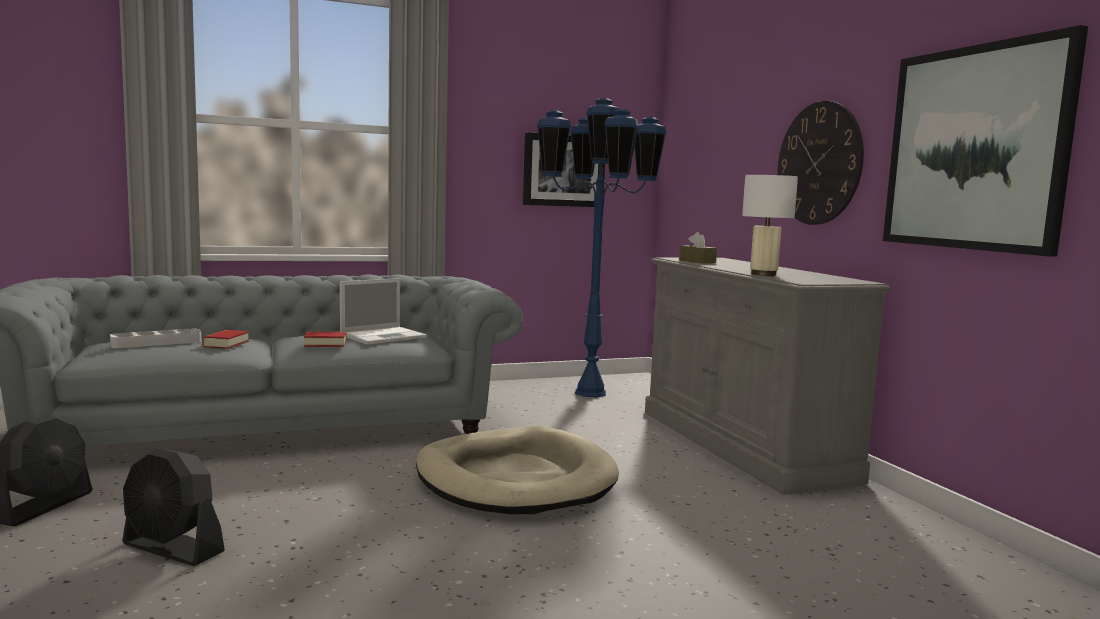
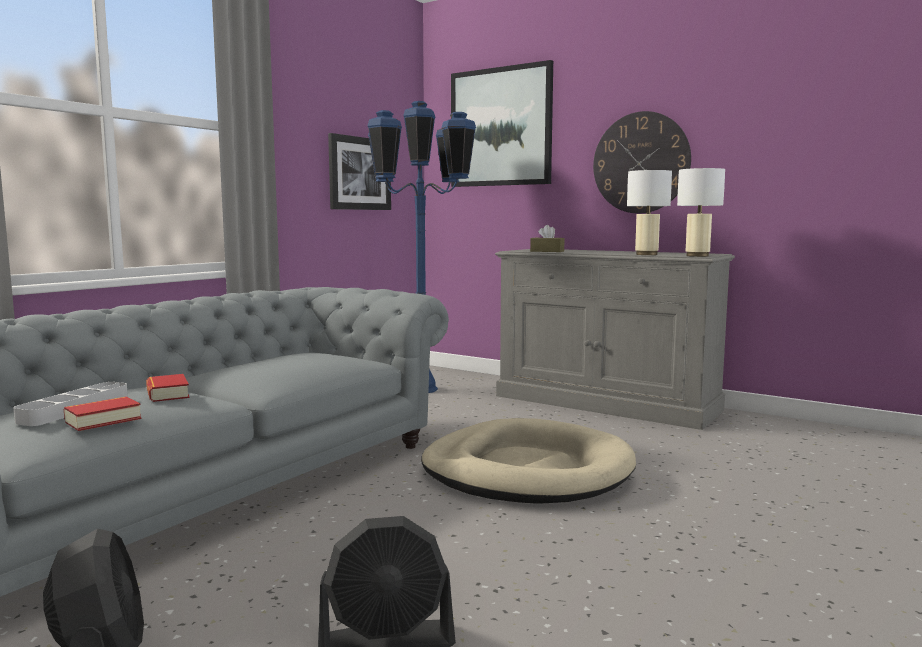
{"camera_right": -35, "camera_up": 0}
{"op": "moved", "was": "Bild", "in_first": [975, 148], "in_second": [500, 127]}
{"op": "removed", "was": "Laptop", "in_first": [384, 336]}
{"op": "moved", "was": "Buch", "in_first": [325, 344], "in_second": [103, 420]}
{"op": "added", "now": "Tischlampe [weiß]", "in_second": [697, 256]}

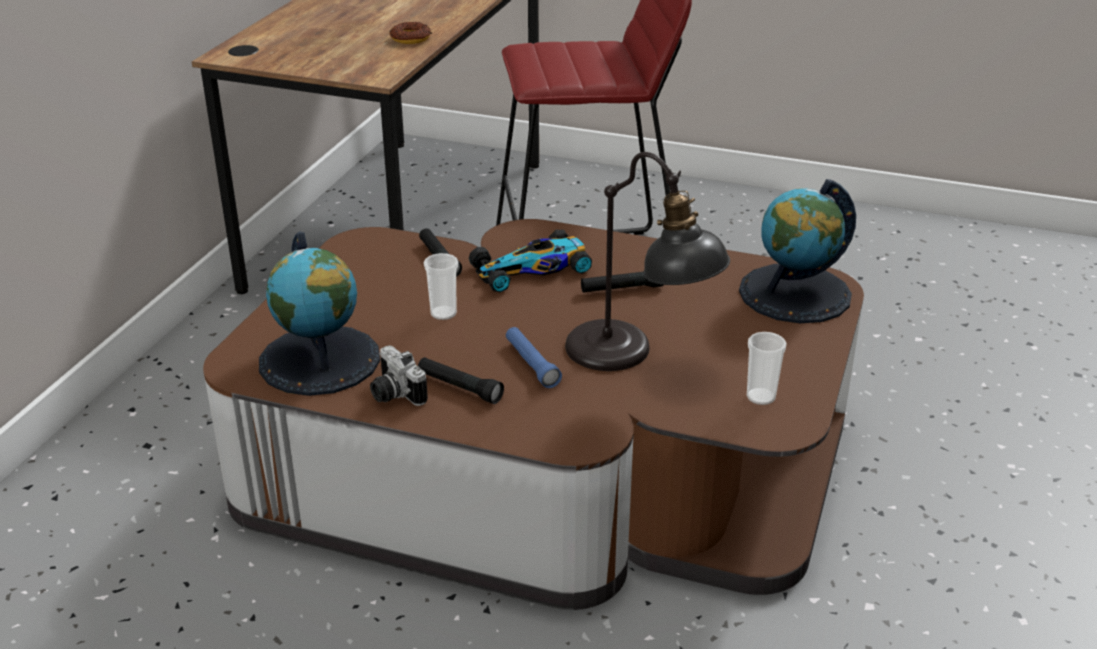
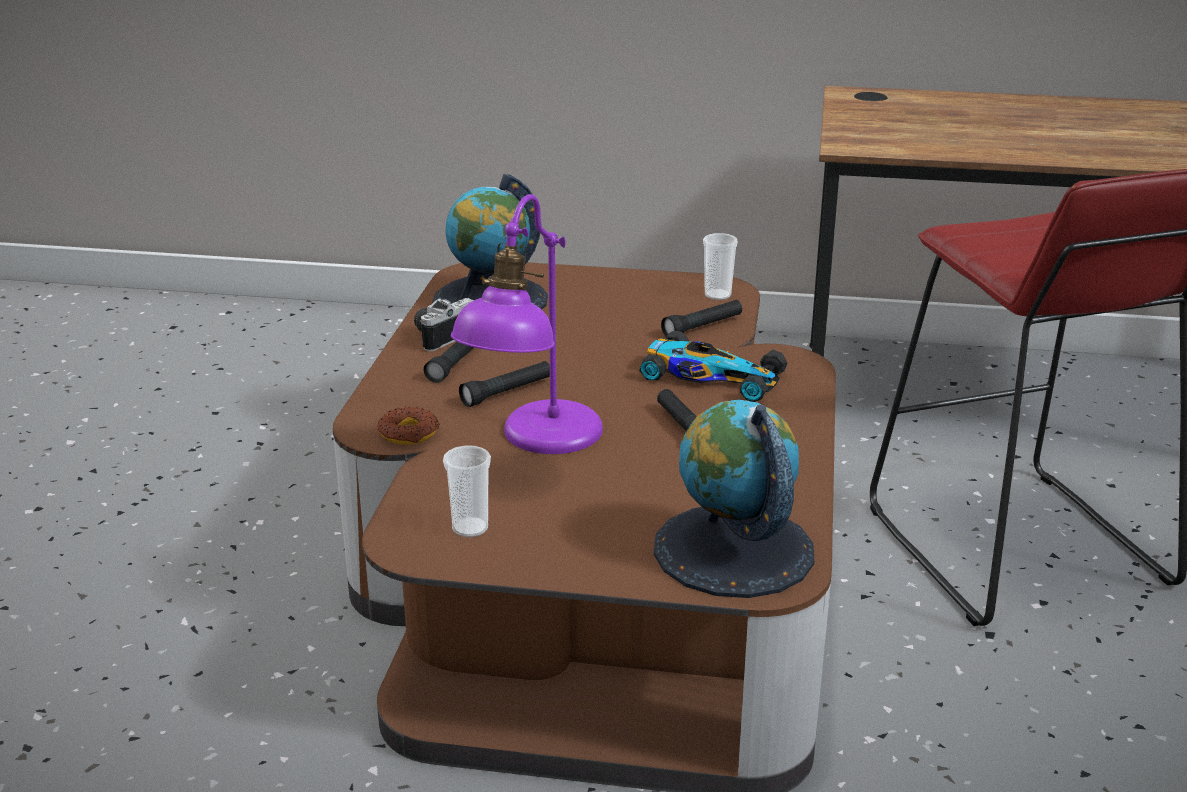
{"camera_right": 80, "camera_up": -5}
{"op": "moved", "was": "Donut", "in_first": [410, 38], "in_second": [409, 433]}
{"op": "recoloured", "was": "Tischlampe [grau]", "now": "Tischlampe [lila]", "in_first": [640, 358], "in_second": [534, 450]}
{"op": "turned", "was": "Spielzeugauto", "in_first": [533, 268], "in_second": [709, 376], "clockwise": 150}
{"op": "moved", "was": "Tasse", "in_first": [443, 313], "in_second": [717, 295]}
{"op": "recoloured", "was": "Taschenlampe [blau]", "now": "Taschenlampe [schwarz]", "in_first": [531, 364], "in_second": [507, 392]}

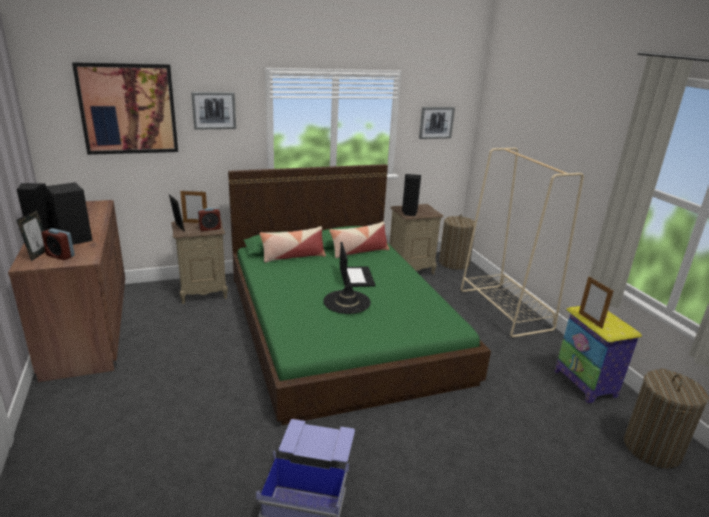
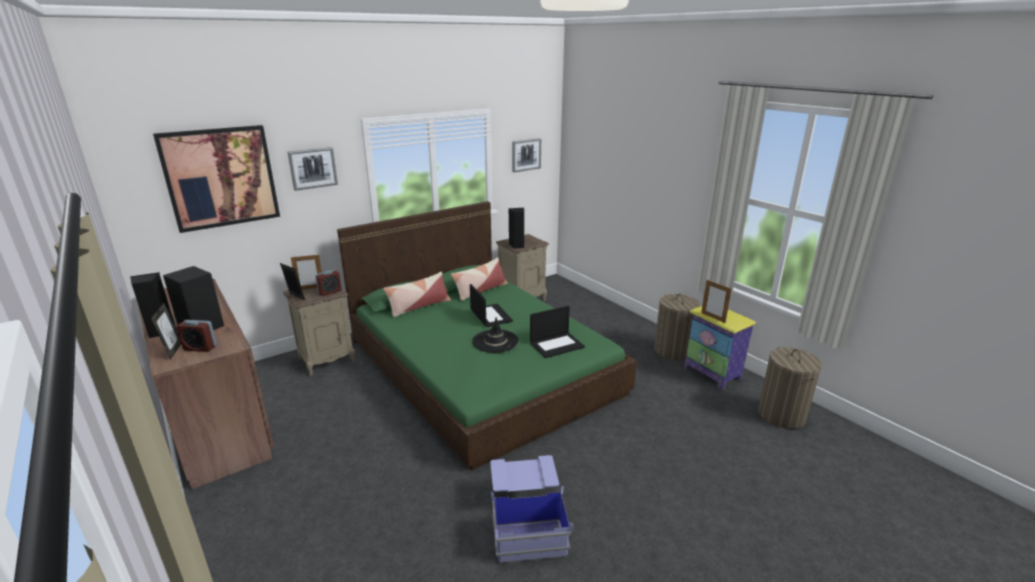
{"camera_right": -15, "camera_up": 0}
{"op": "removed", "was": "Kleiderständer [beige]", "in_first": [505, 310]}
{"op": "moved", "was": "Wäschekorb", "in_first": [454, 263], "in_second": [672, 350]}
{"op": "added", "now": "Laptop", "in_second": [557, 345]}

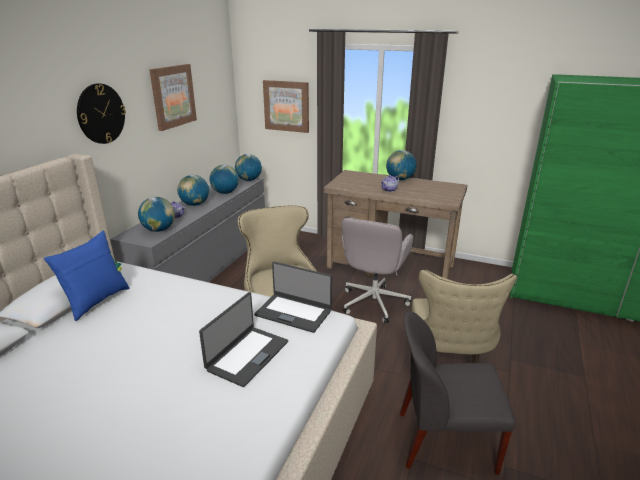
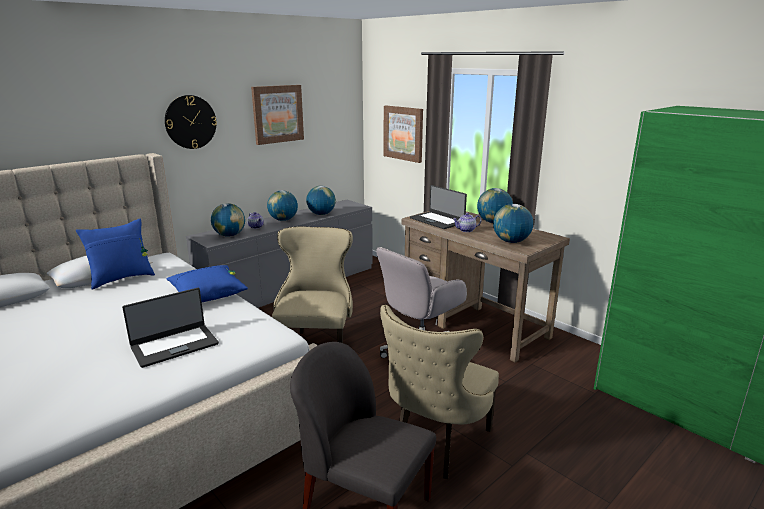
{"camera_right": 25, "camera_up": -5}
{"op": "moved", "was": "Globus", "in_first": [249, 180], "in_second": [511, 241]}
{"op": "moved", "was": "Laptop", "in_first": [293, 312], "in_second": [437, 220]}
{"op": "added", "now": "Kissen [blau]", "in_second": [208, 295]}

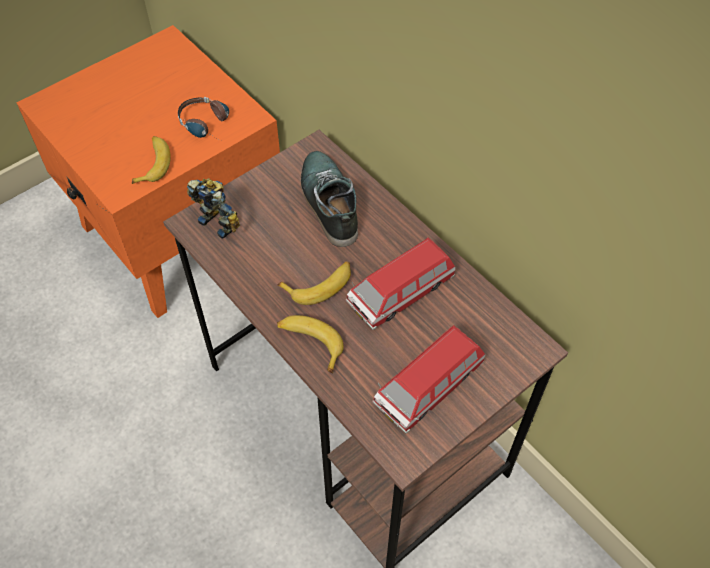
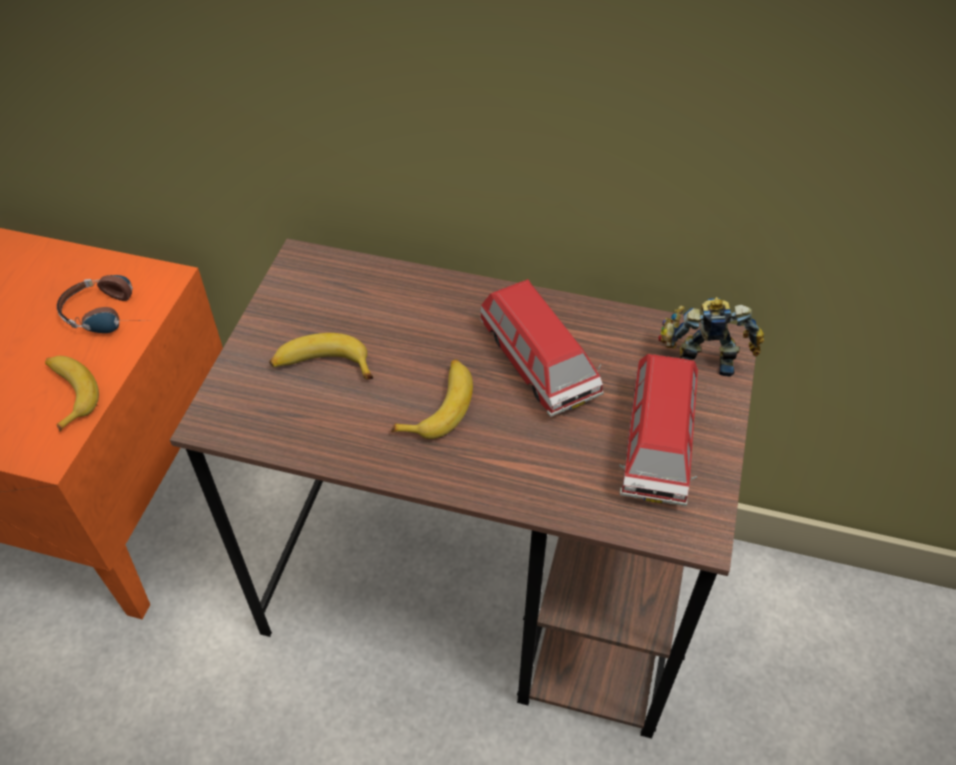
{"camera_right": -35, "camera_up": -5}
{"op": "removed", "was": "Schuh", "in_first": [328, 203]}
{"op": "moved", "was": "Spielzeugroboter", "in_first": [220, 221], "in_second": [703, 358]}
{"op": "turned", "was": "Spielzeugauto", "in_first": [400, 293], "in_second": [538, 364], "clockwise": -45}
{"op": "moved", "was": "Banane", "in_first": [310, 343], "in_second": [322, 366]}

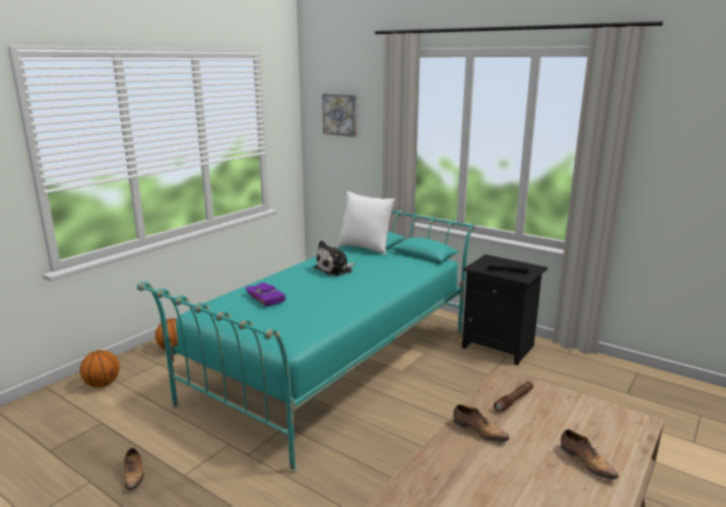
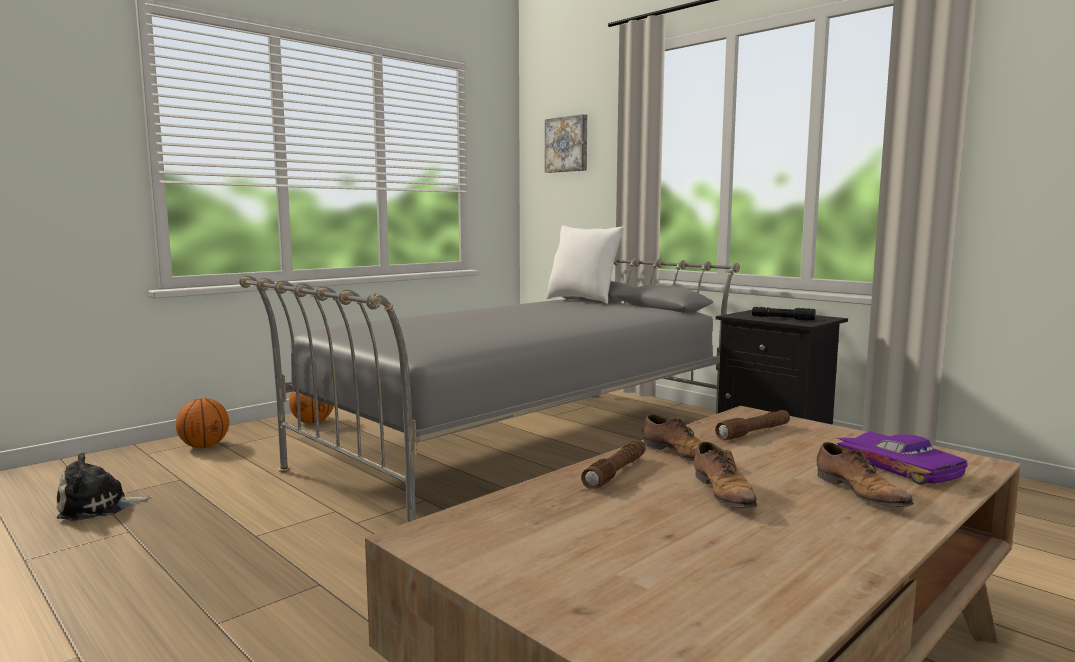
{"camera_right": 10, "camera_up": -10}
{"op": "recoloured", "was": "Bett [türkis]", "now": "Bett [grau]", "in_first": [334, 365], "in_second": [520, 447]}
{"op": "moved", "was": "Plüschtier", "in_first": [335, 270], "in_second": [98, 507]}
{"op": "moved", "was": "Spielzeugauto [lila]", "in_first": [266, 298], "in_second": [900, 467]}
{"op": "moved", "was": "Schuh", "in_first": [134, 475], "in_second": [724, 493]}
{"op": "added", "now": "Taschenlampe [braun]", "in_second": [616, 472]}

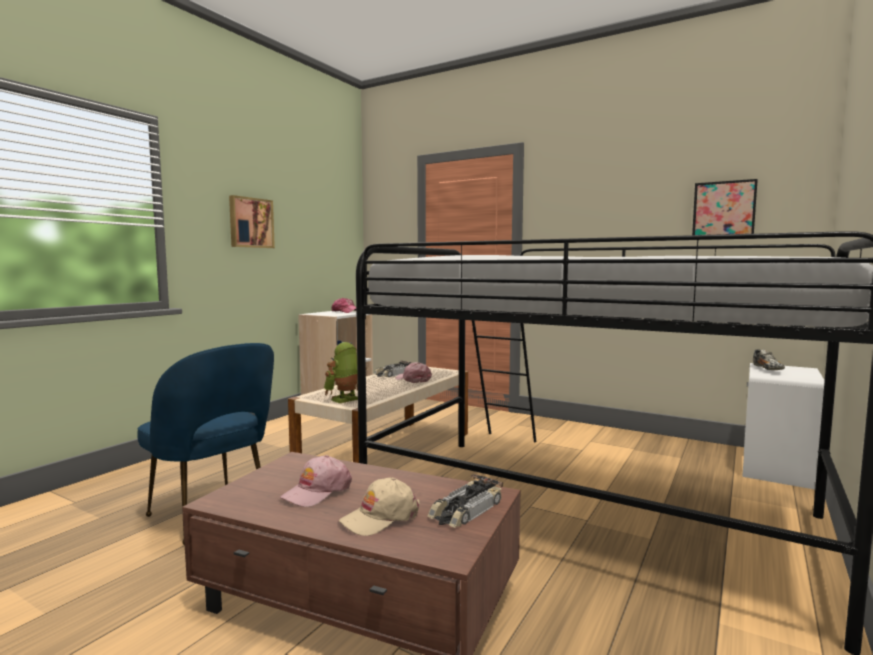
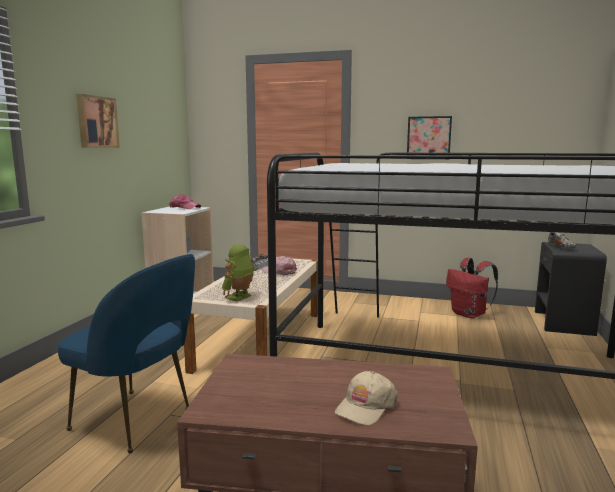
{"camera_right": -15, "camera_up": 5}
{"op": "moved", "was": "Bild", "in_first": [723, 209], "in_second": [428, 138]}
{"op": "recoloured", "was": "Nachttisch [weiß]", "now": "Nachttisch [schwarz]", "in_first": [776, 469], "in_second": [563, 323]}
{"op": "removed", "was": "Kappe [rosa]", "in_first": [317, 491]}
{"op": "removed", "was": "Spielzeugauto", "in_first": [465, 510]}
{"op": "added", "now": "Rucksack [rot]", "in_second": [469, 314]}

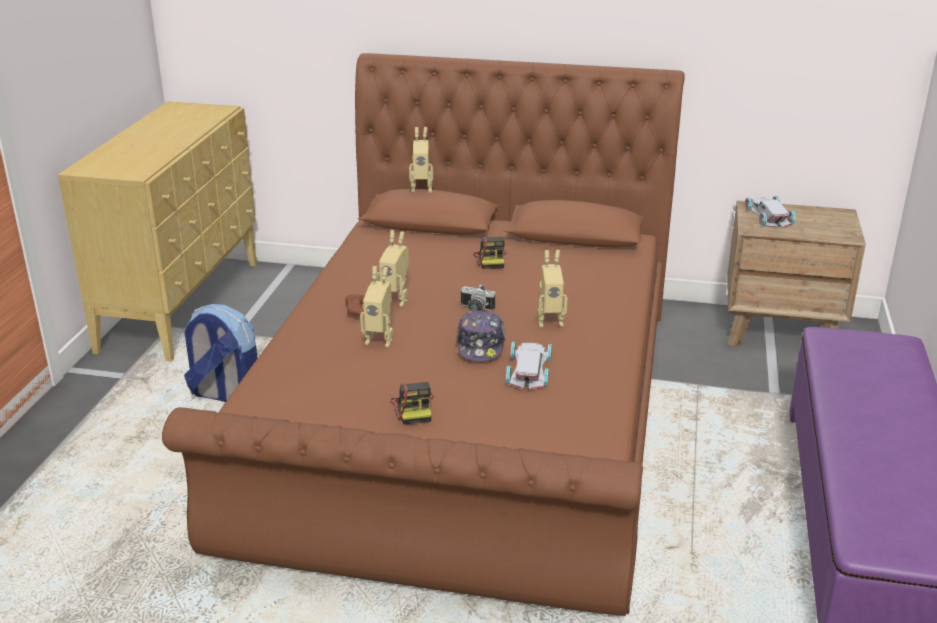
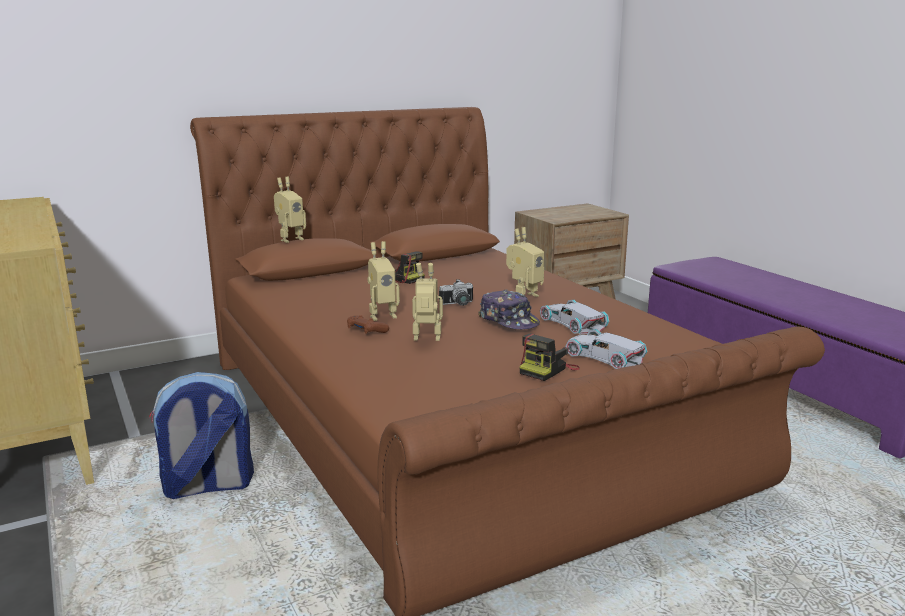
{"camera_right": -40, "camera_up": -10}
{"op": "moved", "was": "Spielzeugauto [weiß]", "in_first": [769, 216], "in_second": [604, 356]}
{"op": "turned", "was": "Spielzeugroboter", "in_first": [380, 339], "in_second": [426, 339], "clockwise": -150}
{"op": "turned", "was": "Kamera", "in_first": [414, 409], "in_second": [547, 370], "clockwise": 90}

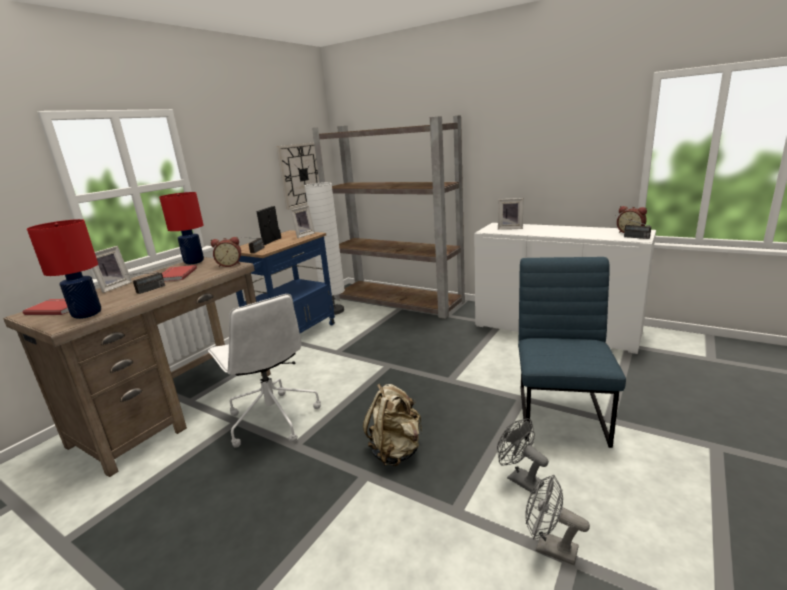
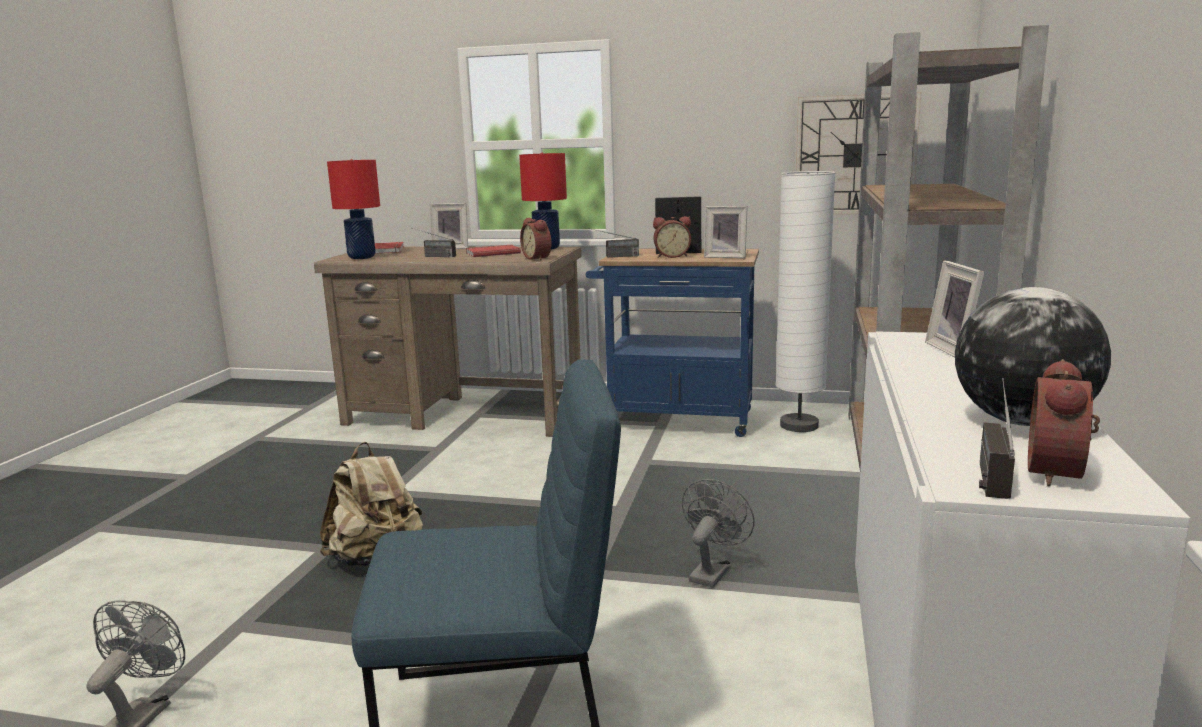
{"camera_right": 70, "camera_up": -5}
{"op": "removed", "was": "Bürostuhl [weiß]", "in_first": [271, 418]}
{"op": "moved", "was": "Ventilator [grau]", "in_first": [520, 479], "in_second": [712, 571]}
{"op": "added", "now": "Wecker", "in_second": [672, 256]}
{"op": "added", "now": "Globus", "in_second": [1023, 422]}

